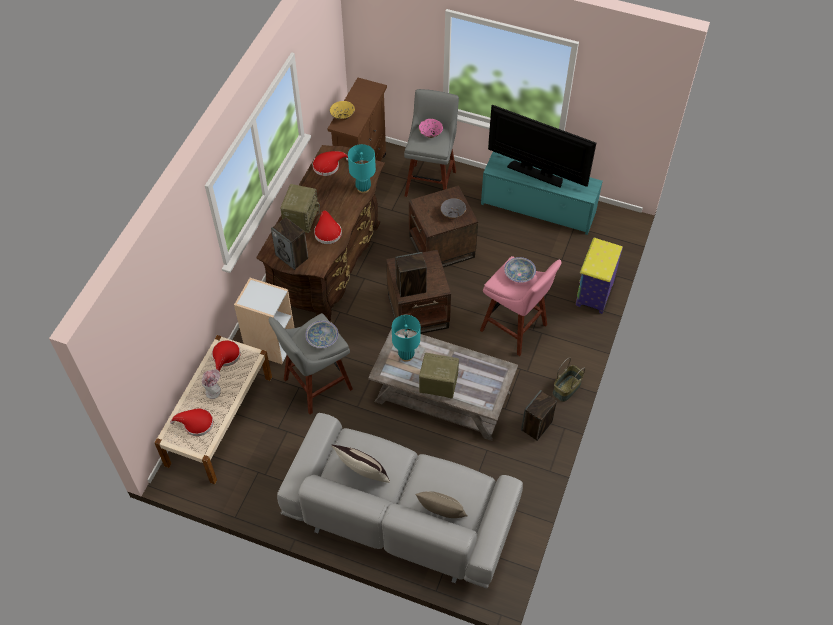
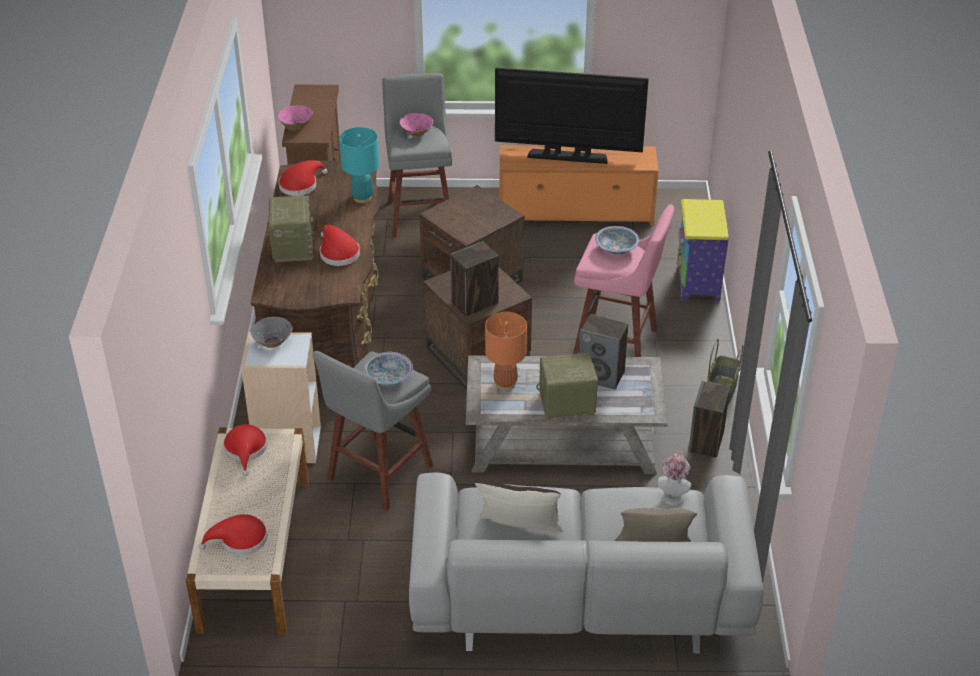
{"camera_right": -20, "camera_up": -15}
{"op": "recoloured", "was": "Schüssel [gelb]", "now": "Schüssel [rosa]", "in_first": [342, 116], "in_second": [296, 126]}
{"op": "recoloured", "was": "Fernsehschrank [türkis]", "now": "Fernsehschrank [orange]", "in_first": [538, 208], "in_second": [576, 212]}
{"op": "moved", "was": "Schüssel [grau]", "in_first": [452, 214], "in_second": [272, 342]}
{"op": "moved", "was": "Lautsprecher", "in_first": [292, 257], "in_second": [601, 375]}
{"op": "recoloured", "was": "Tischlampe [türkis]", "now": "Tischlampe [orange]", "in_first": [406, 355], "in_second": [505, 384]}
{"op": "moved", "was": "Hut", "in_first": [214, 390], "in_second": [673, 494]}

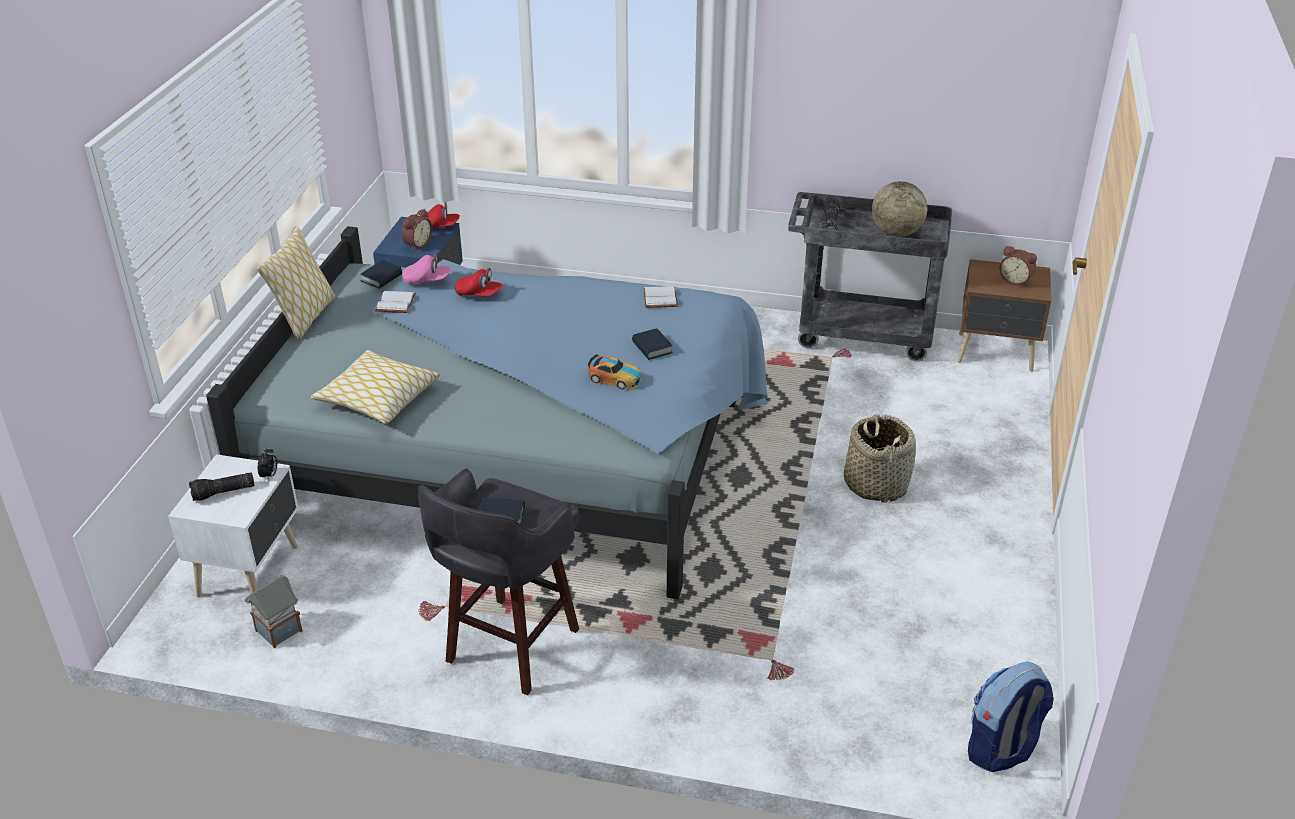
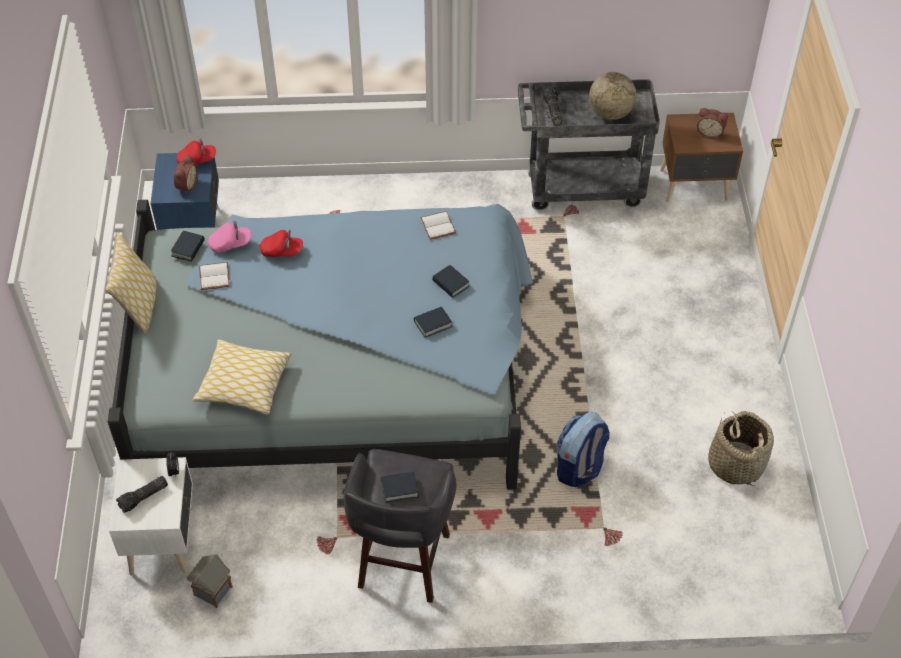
{"camera_right": -15, "camera_up": 15}
{"op": "replaced", "was": "Spielzeugauto", "now": "Buch", "in_first": [615, 378], "in_second": [432, 324]}
{"op": "moved", "was": "Korb", "in_first": [876, 484], "in_second": [735, 464]}
{"op": "moved", "was": "Rucksack", "in_first": [1001, 749], "in_second": [579, 468]}

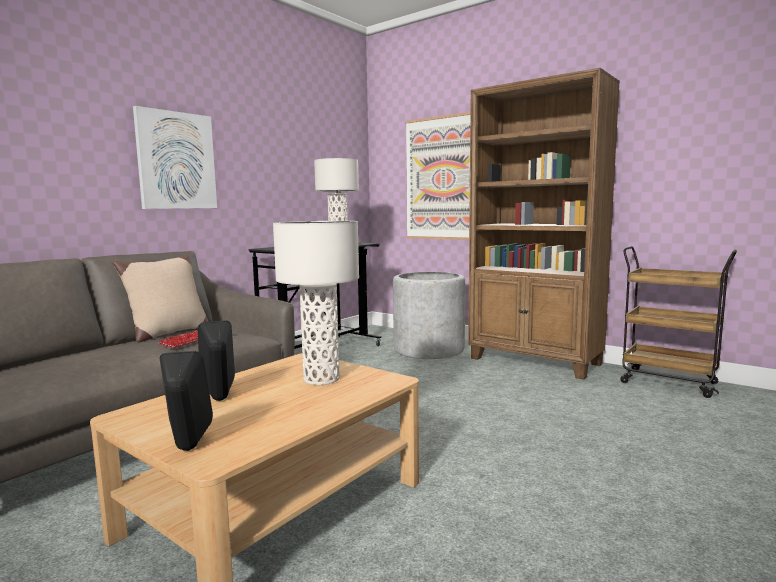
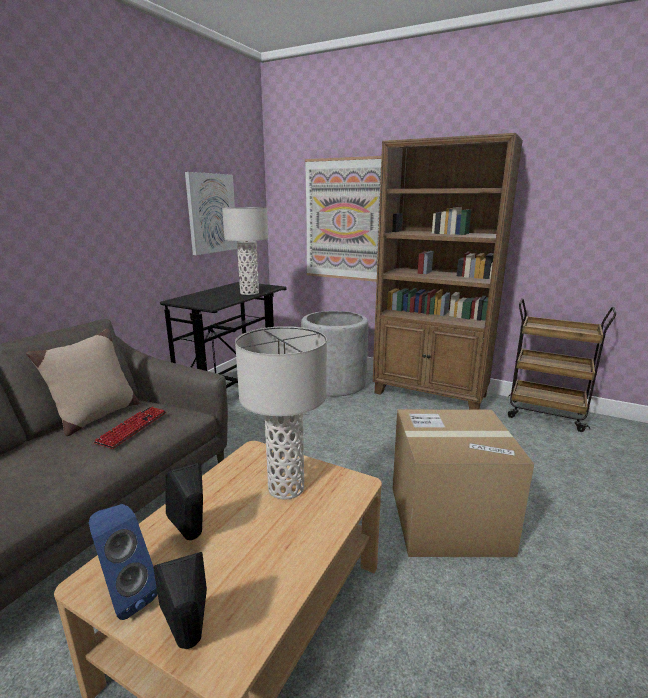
{"camera_right": -10, "camera_up": 10}
{"op": "moved", "was": "Bild", "in_first": [176, 161], "in_second": [211, 213]}
{"op": "added", "now": "Karton", "in_second": [448, 519]}
{"op": "added", "now": "Lautsprecher [blau]", "in_second": [125, 596]}

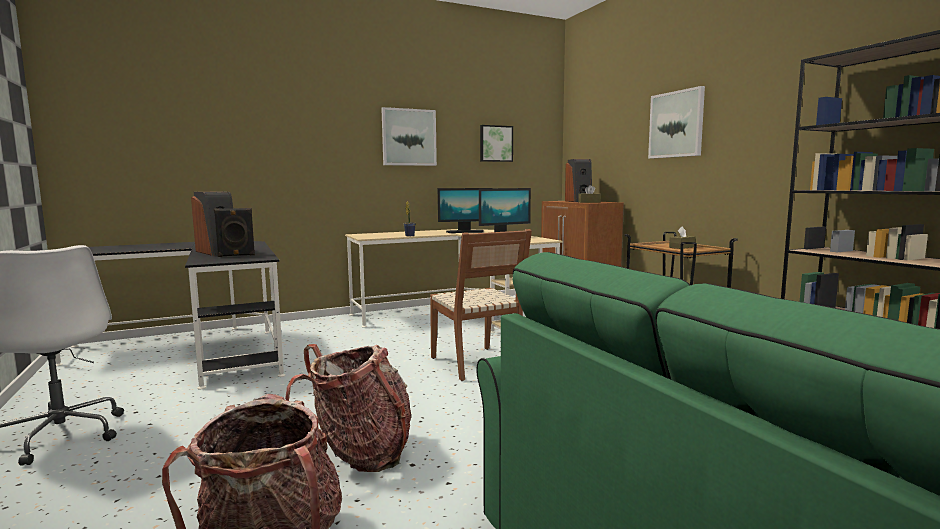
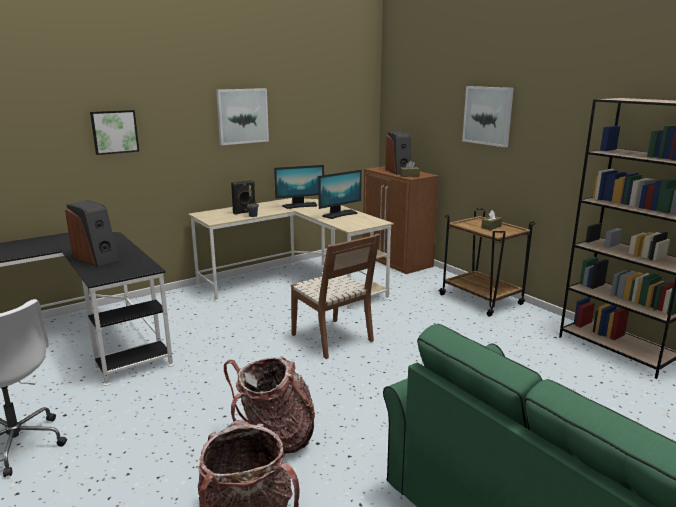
{"camera_right": -10, "camera_up": 10}
{"op": "moved", "was": "Bild", "in_first": [495, 143], "in_second": [114, 132]}
{"op": "moved", "was": "Lautsprecher [schwarz]", "in_first": [236, 255], "in_second": [244, 212]}

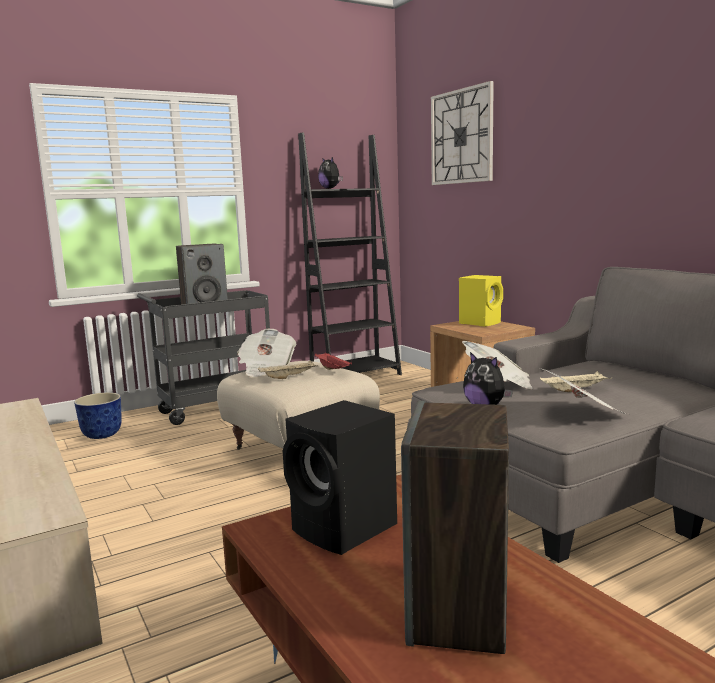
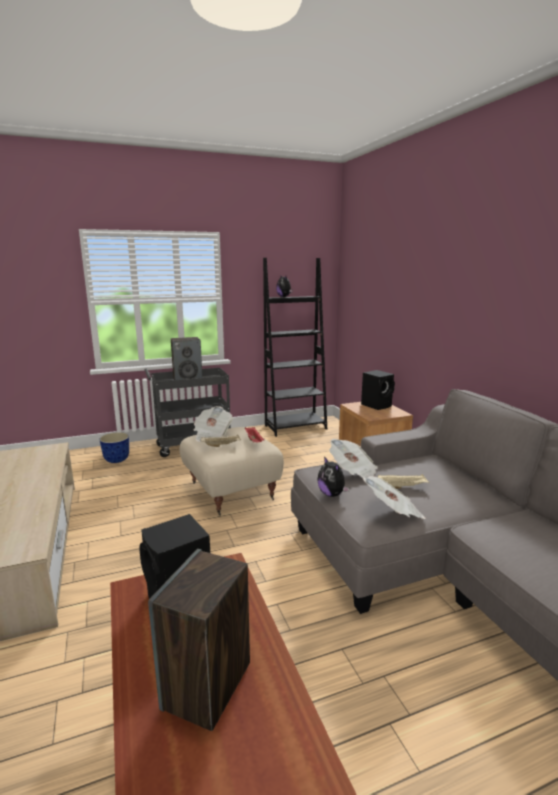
{"camera_right": 10, "camera_up": 5}
{"op": "removed", "was": "Wanduhr", "in_first": [461, 137]}
{"op": "recoloured", "was": "Lautsprecher [gelb]", "now": "Lautsprecher [schwarz]", "in_first": [481, 323], "in_second": [377, 405]}

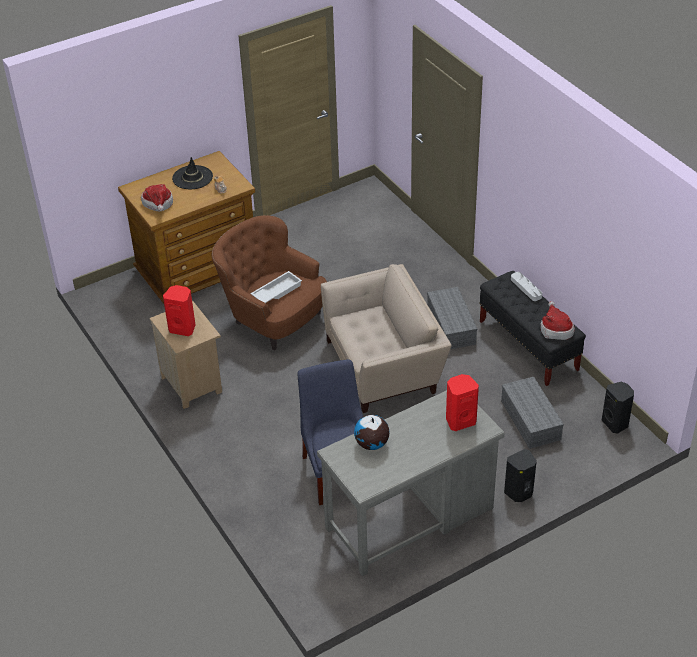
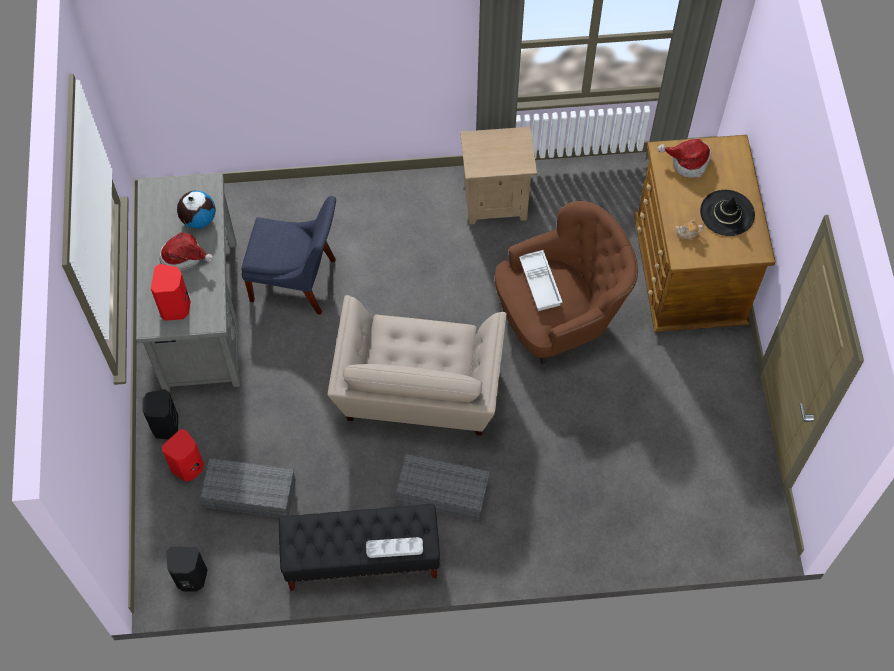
{"camera_right": 115, "camera_up": 20}
{"op": "moved", "was": "Lautsprecher [rot]", "in_first": [183, 328], "in_second": [189, 468]}
{"op": "moved", "was": "Hut", "in_first": [555, 329], "in_second": [185, 257]}

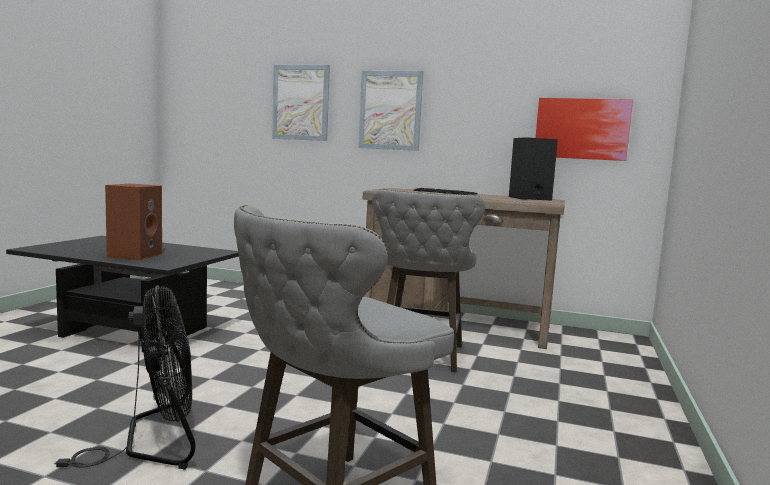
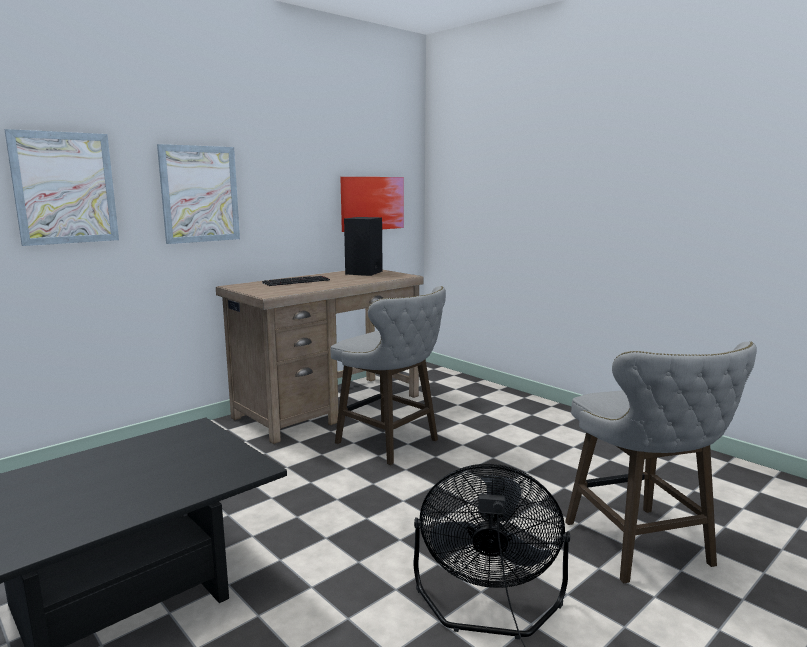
{"camera_right": -60, "camera_up": 5}
{"op": "removed", "was": "Lautsprecher [braun]", "in_first": [135, 255]}

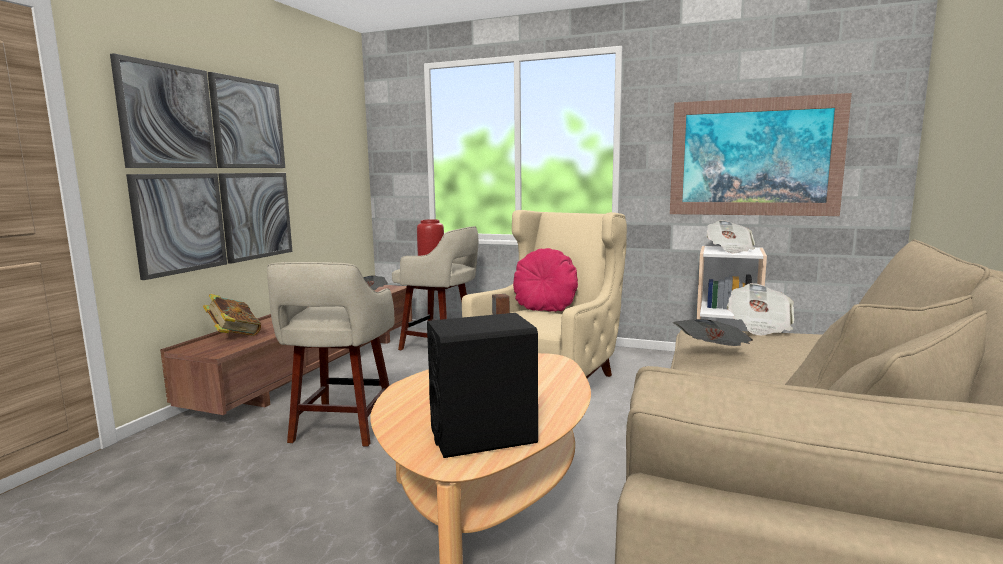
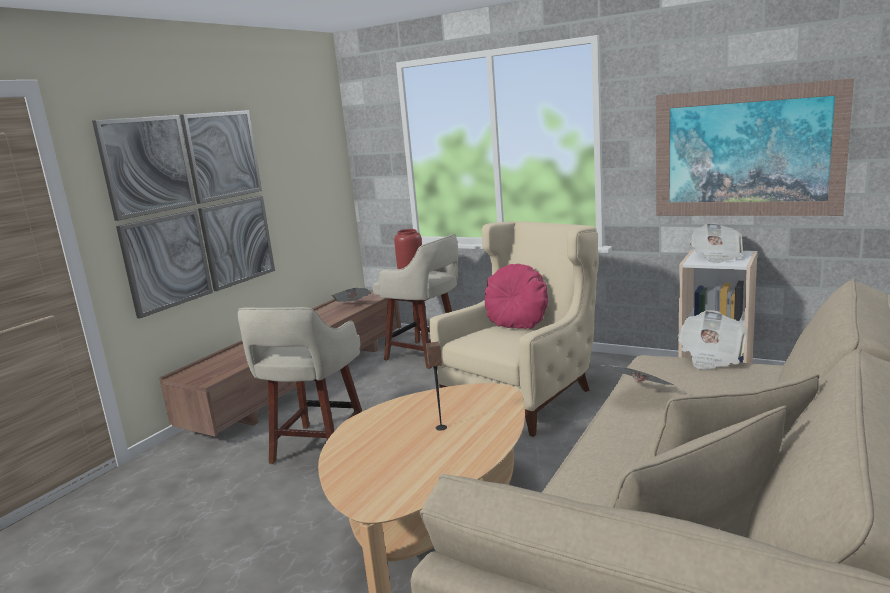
{"camera_right": 10, "camera_up": 5}
{"op": "removed", "was": "Buch", "in_first": [234, 335]}
{"op": "removed", "was": "Lautsprecher [schwarz]", "in_first": [483, 436]}

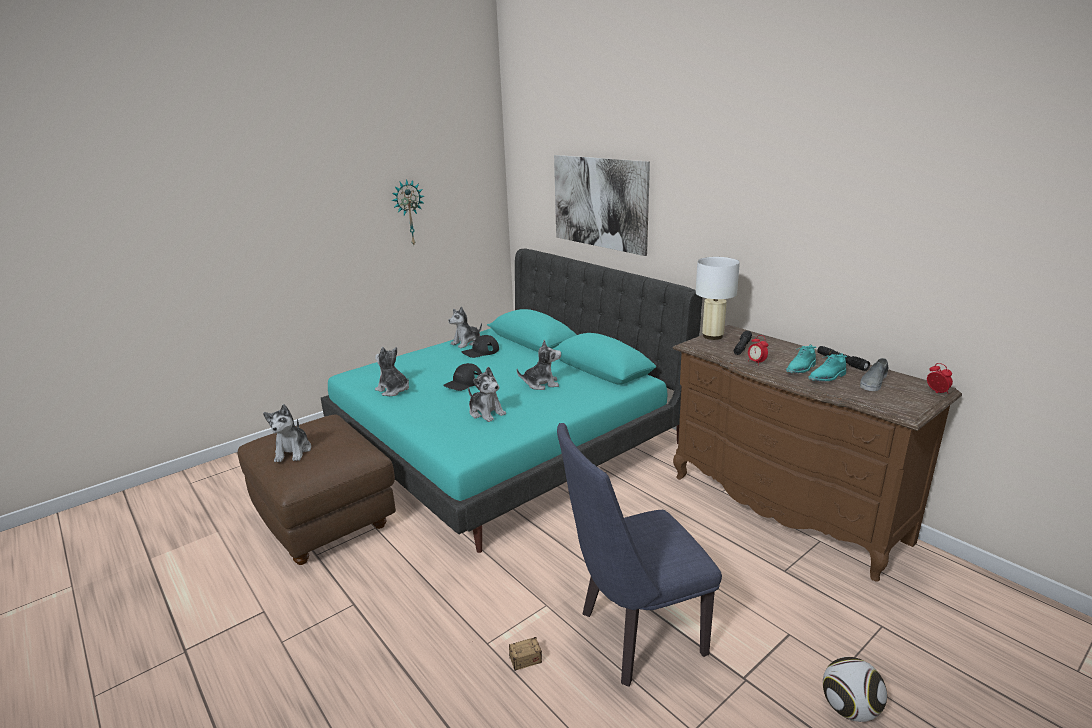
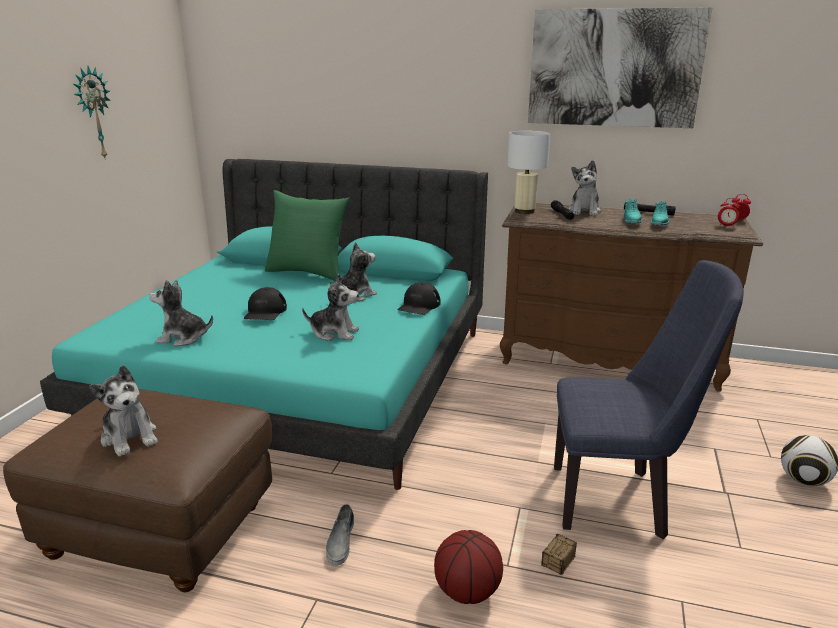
{"camera_right": -35, "camera_up": 0}
{"op": "moved", "was": "Bild", "in_first": [599, 202], "in_second": [614, 68]}
{"op": "moved", "was": "Plüschtier", "in_first": [466, 343], "in_second": [584, 211]}
{"op": "moved", "was": "Kappe [schwarz]", "in_first": [480, 351], "in_second": [419, 306]}
{"op": "moved", "was": "Wecker", "in_first": [756, 362], "in_second": [726, 226]}
{"op": "moved", "was": "Schuh [grau]", "in_first": [873, 382], "in_second": [340, 542]}
{"op": "turned", "was": "Stuhl [blau]", "in_first": [632, 637], "in_second": [618, 500], "clockwise": -120}
{"op": "added", "now": "Kissen [grün]", "in_second": [308, 272]}
{"op": "added", "now": "Basketball", "in_second": [468, 592]}

